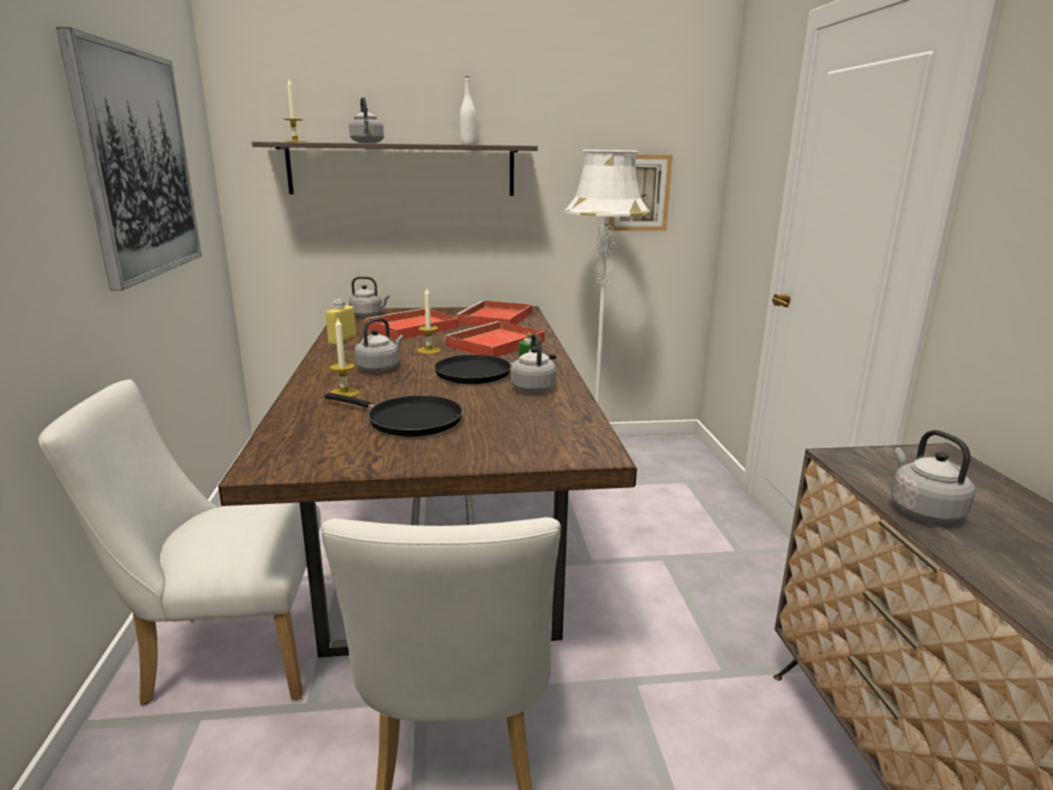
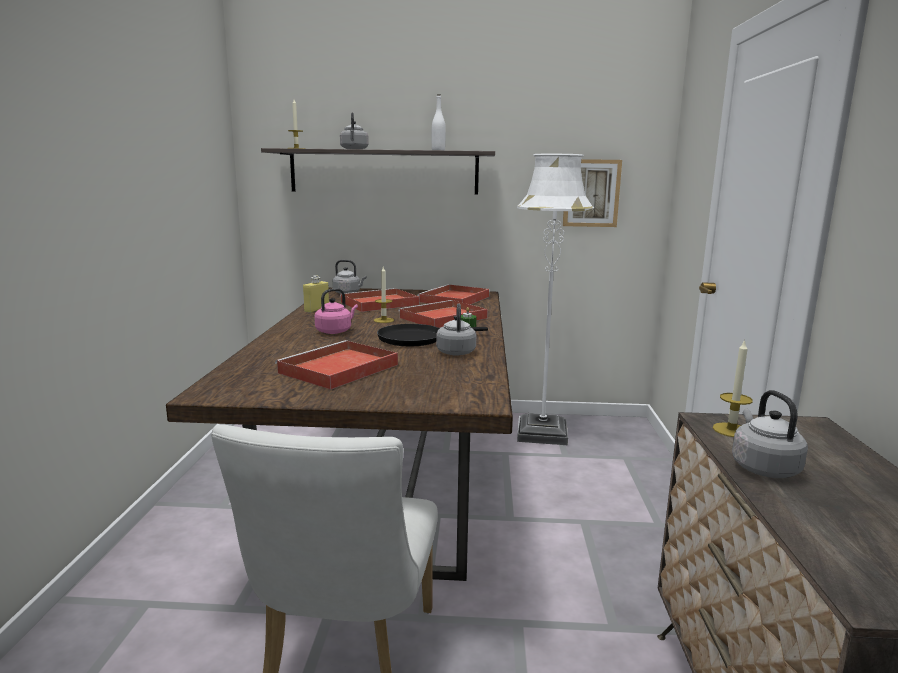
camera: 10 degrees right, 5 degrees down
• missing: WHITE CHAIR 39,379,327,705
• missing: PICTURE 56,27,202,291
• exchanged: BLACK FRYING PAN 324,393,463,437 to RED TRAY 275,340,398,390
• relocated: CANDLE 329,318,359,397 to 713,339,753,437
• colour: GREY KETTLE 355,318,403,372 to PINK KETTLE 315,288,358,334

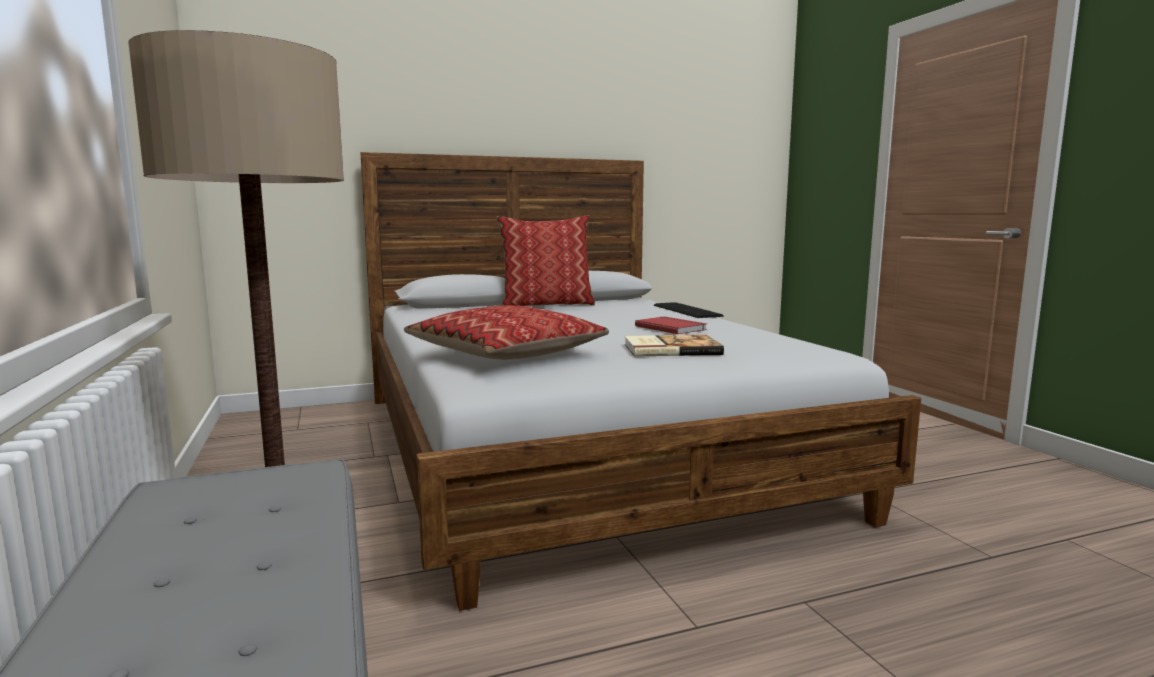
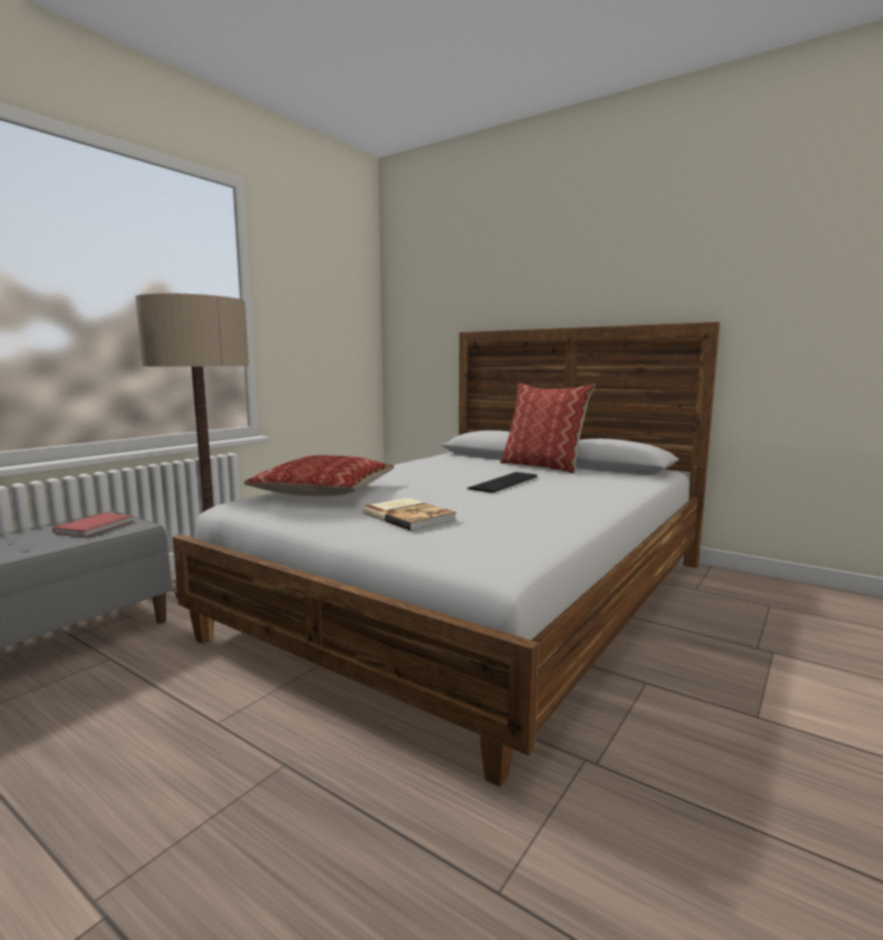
camera: 55 degrees right, 0 degrees up
• relocated: RED BOOK 635,316,707,334 to 53,513,133,537
• relocated: KEYBOARD 654,302,724,318 to 467,472,537,493

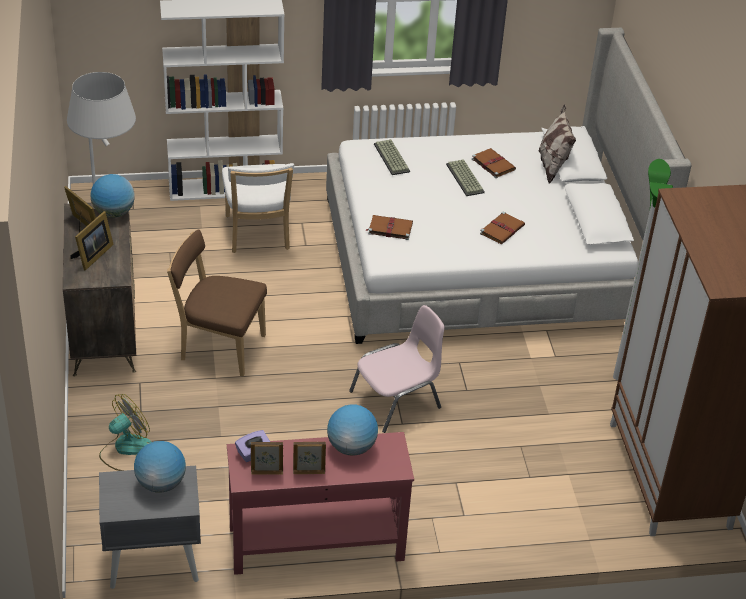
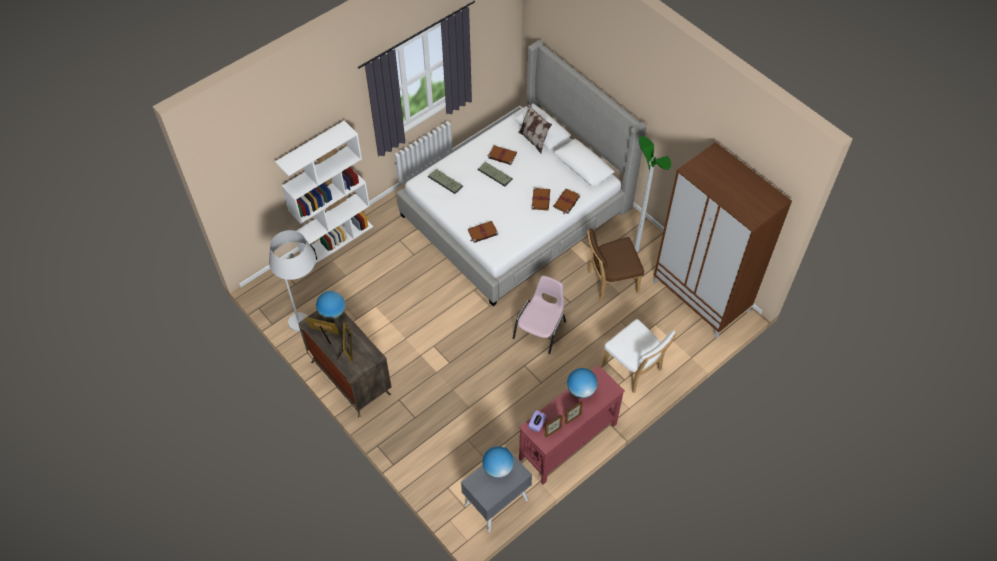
camera: 30 degrees left, 15 degrees up
• missing: FAN 99,394,151,471
• relocated: BROWN CHAIR 167,229,267,376 to 587,228,644,302
• relocated: WHITE CHAIR 222,163,294,253 to 602,319,677,393
• appeared: BROWN BOOK 553,189,580,214

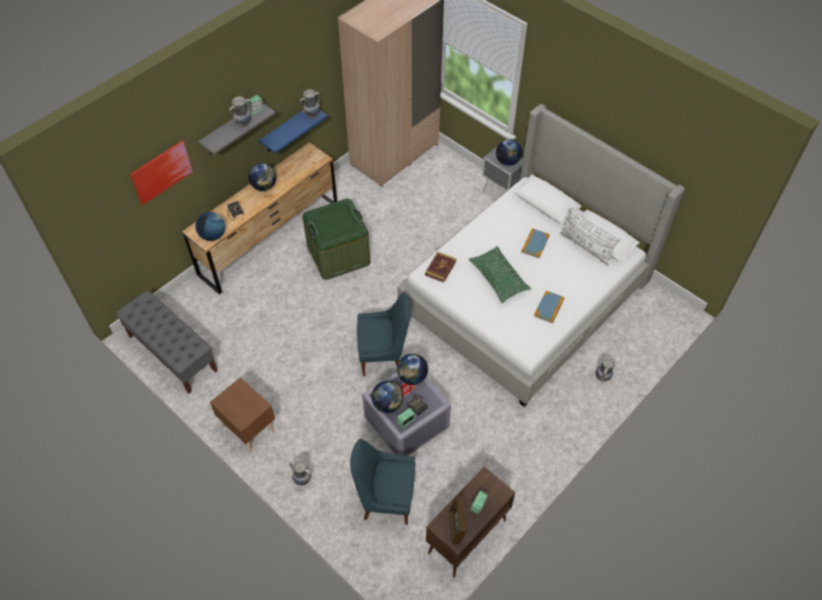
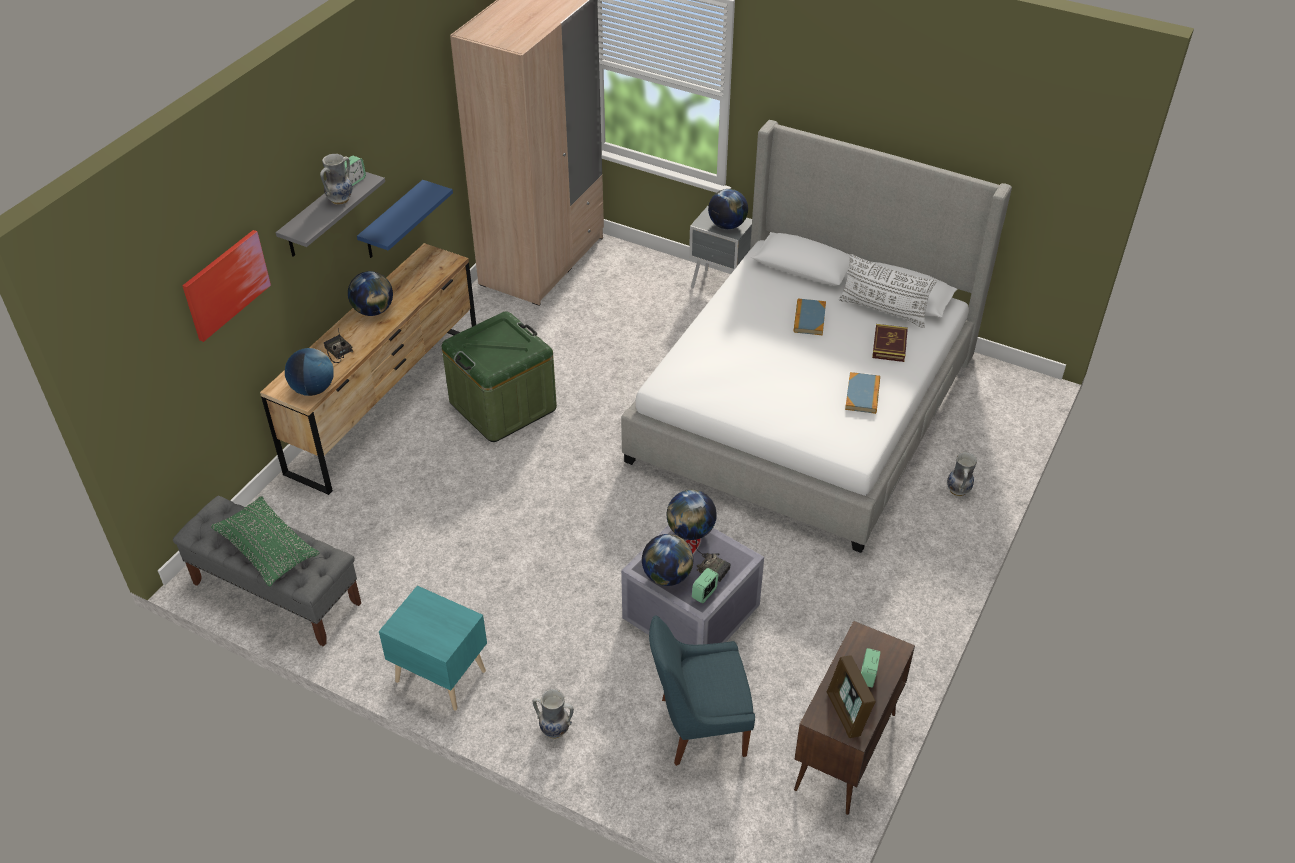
camera: 15 degrees left, 10 degrees down
• colour: BROWN NIGHTSTAND 210,377,275,453 to TURQUOISE NIGHTSTAND 379,586,487,711
• missing: VASE 300,90,320,119
• missing: BLUE CHAIR 357,293,411,376
• relocated: BOOK 425,252,456,283 to 872,324,908,362
• relocated: GREEN PILLOW 469,246,531,303 to 211,496,320,586

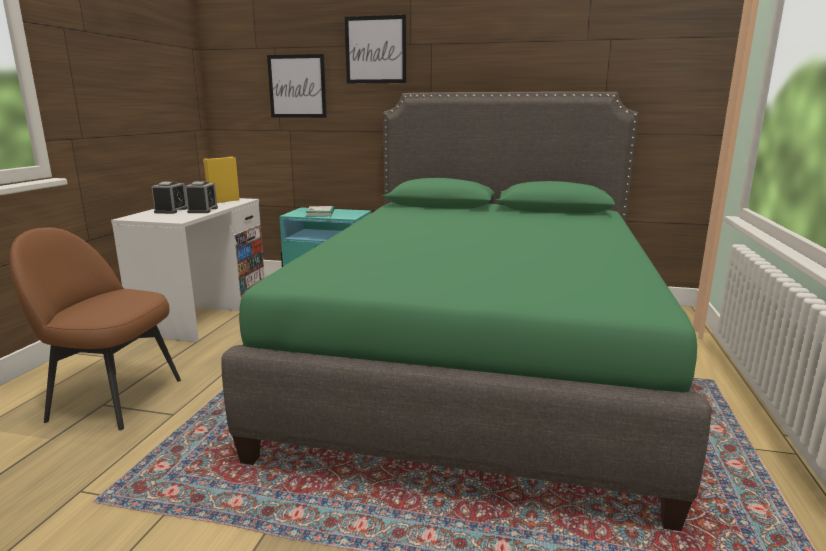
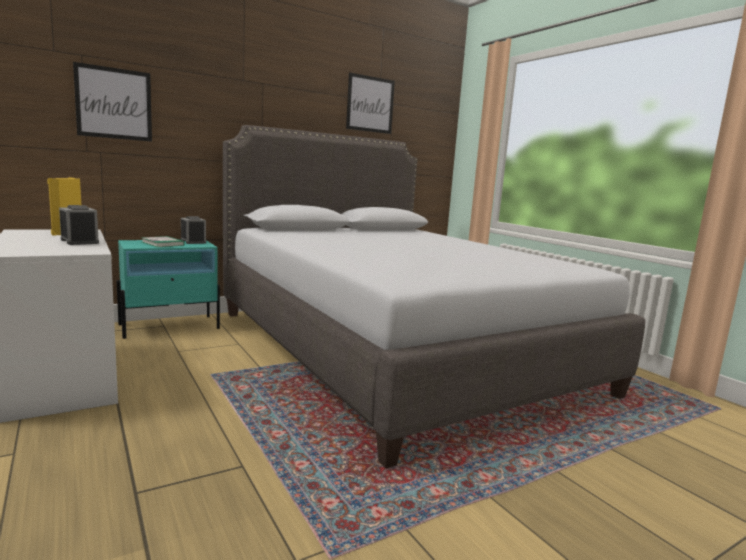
camera: 45 degrees left, 5 degrees down
• missing: BROWN CHAIR 10,227,181,430
• relocated: ALARM CLOCK 151,182,187,214 to 181,216,206,244
• colour: GREEN BED 221,91,712,531 to GREY BED 223,125,645,469
• relocated: PICTURE 345,15,406,84 to 346,73,395,134

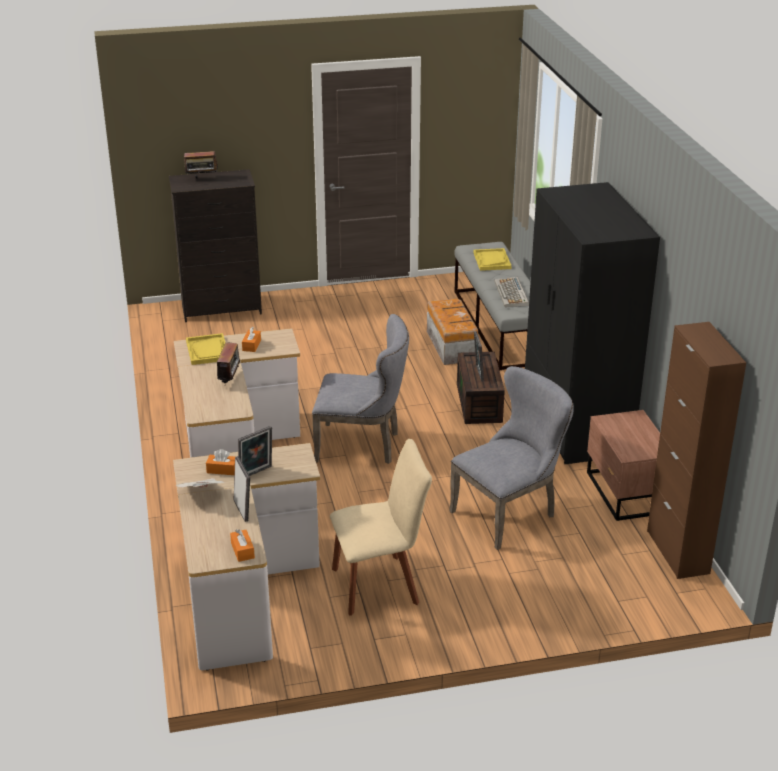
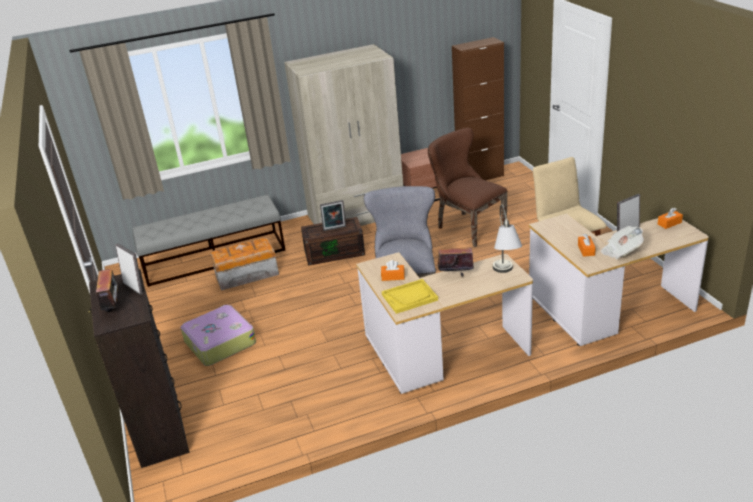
camera: 95 degrees left, 0 degrees up
• relocated: PICTURE FRAME 238,426,272,476 to 115,243,143,295
• colour: GREY CHAIR 449,366,574,550 to BROWN CHAIR 428,128,507,247
• missing: YELLOW TRAY 473,248,512,271
• missing: KEYBOARD 494,277,529,307
• colour: BLACK WARDROBE 525,182,660,464 to BEIGE WARDROBE 284,44,403,226
• appeared: SUITCASE 180,305,256,366
• appeared: GREY TABLE LAMP 493,204,522,273

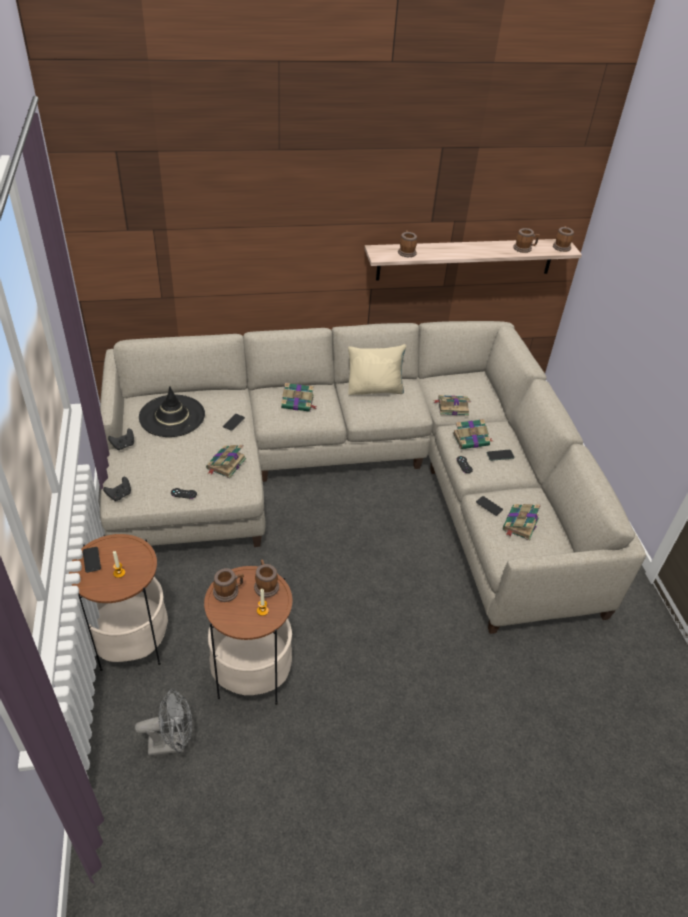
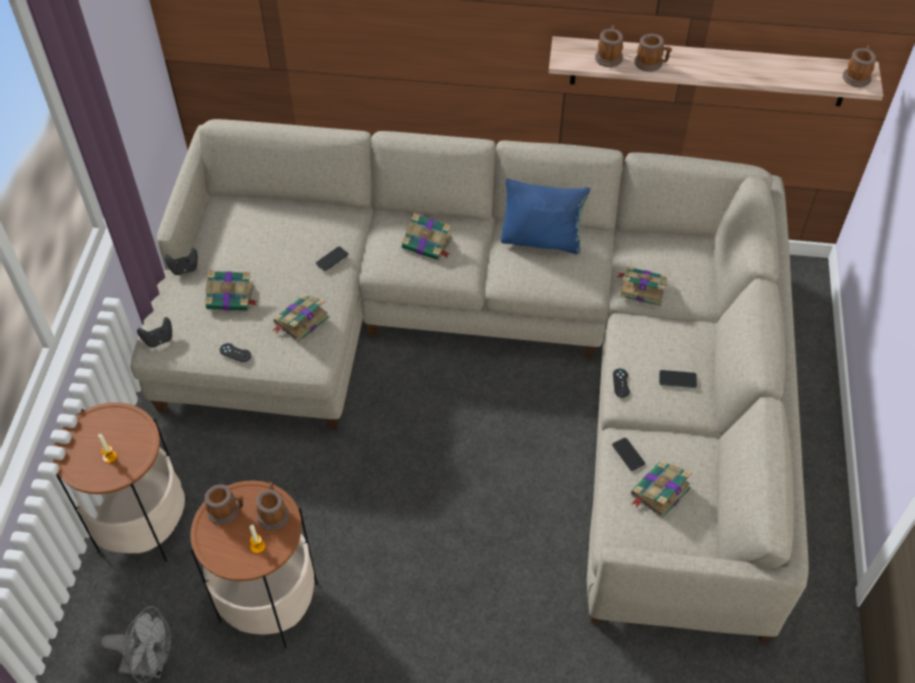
camera: 20 degrees right, 10 degrees up
• missing: PHONE 83,547,101,573
• missing: BLACK HAT 139,386,205,437
• colour: BEIGE PILLOW 348,344,406,395 to BLUE PILLOW 501,179,590,254
• relocated: BOOK 453,419,492,449 to 205,271,257,311
• relocated: MUG 513,228,540,253 to 635,34,672,72

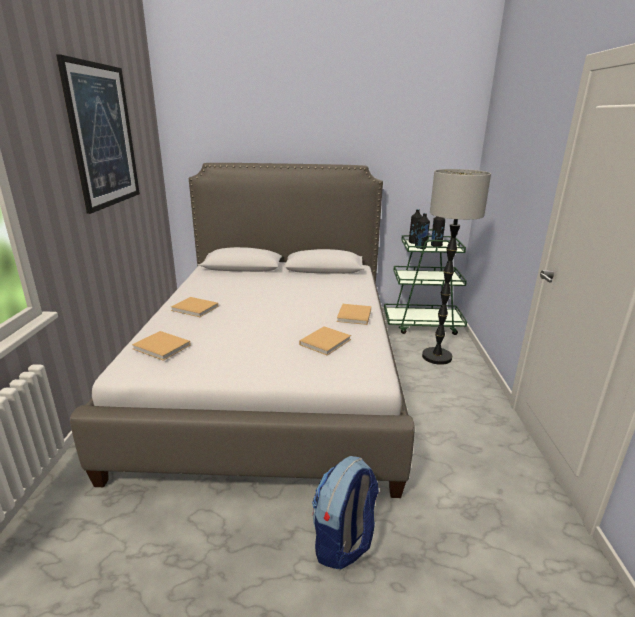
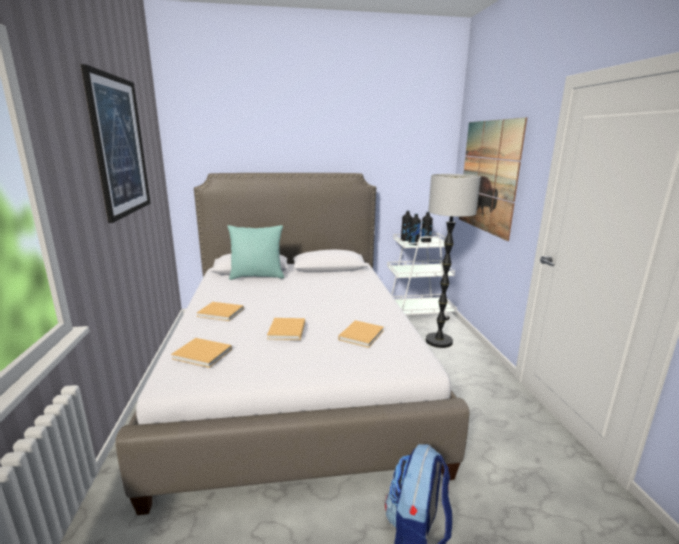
camera: 10 degrees left, 5 degrees down
• relocated: BEIGE BOOK 337,304,371,325 to 267,318,305,340
• colour: GREEN CART 384,229,467,335 to WHITE CART 387,228,457,320
• appeared: TURQUOISE PILLOW 227,225,284,280
• appeared: PICTURE 459,117,527,241

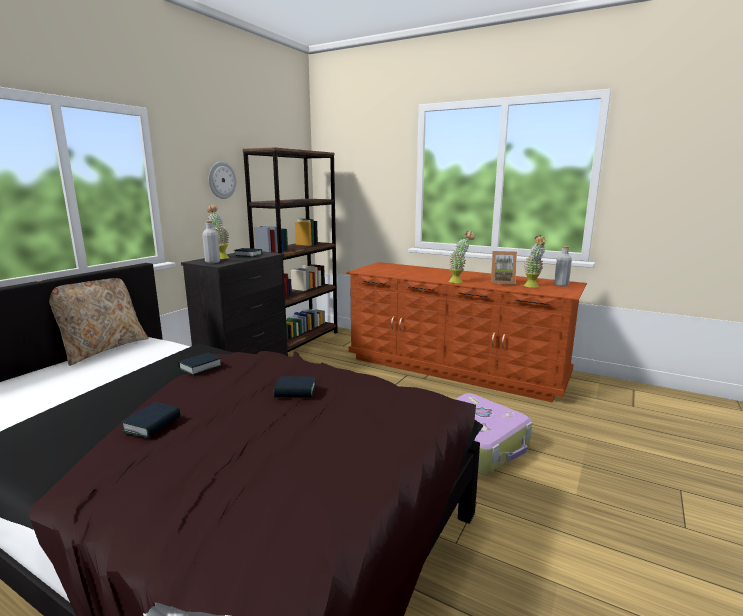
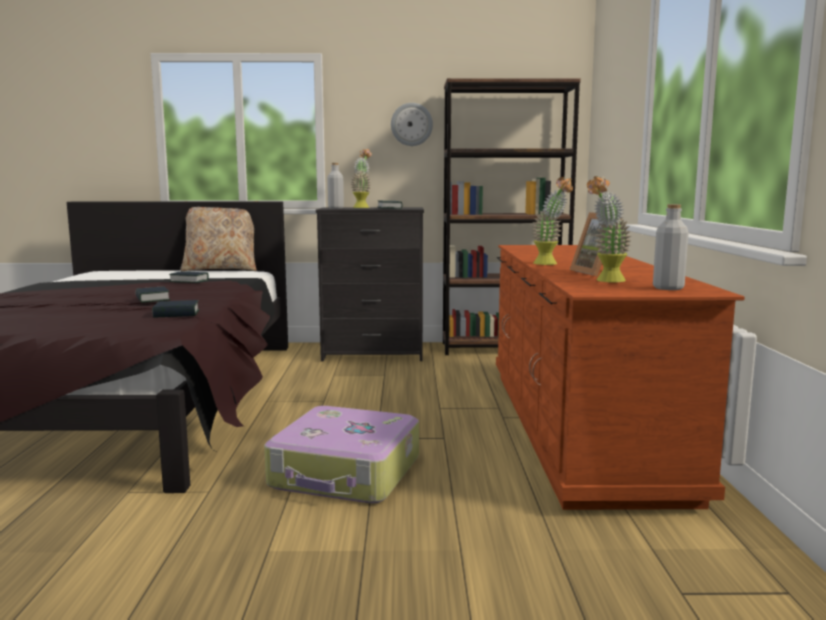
camera: 60 degrees right, 5 degrees down
• relocated: BOOK 121,402,180,438 to 152,300,199,318

